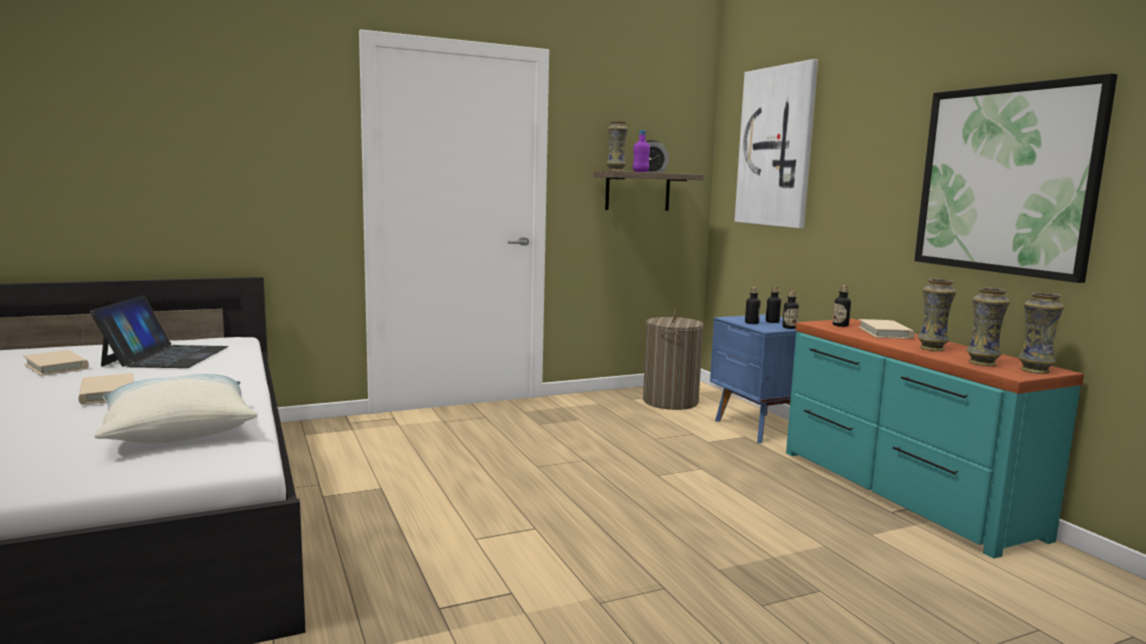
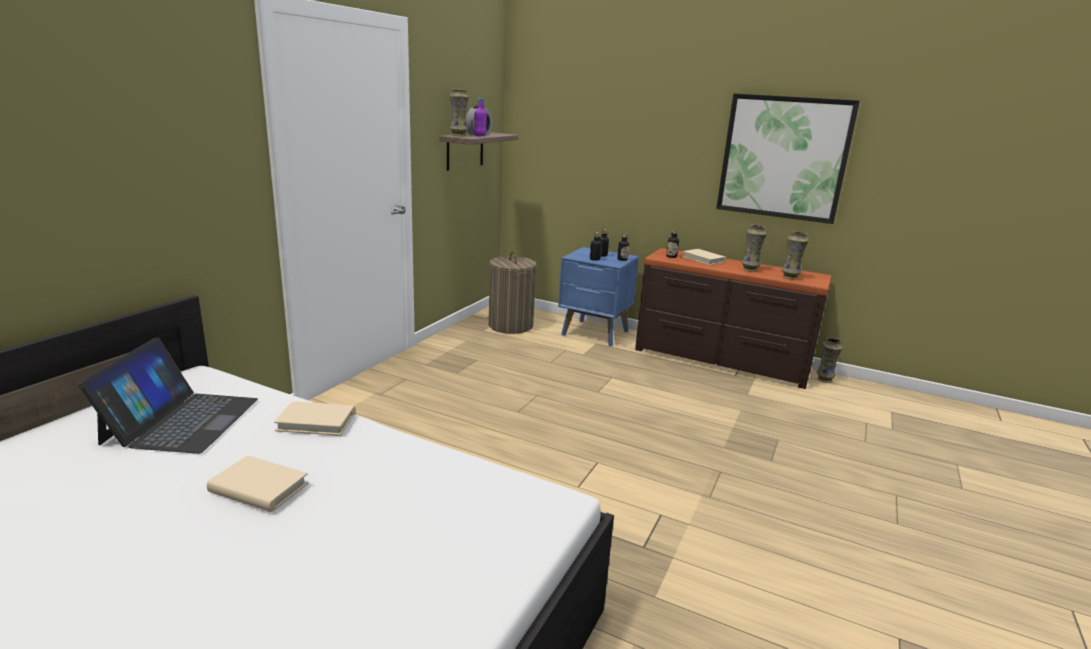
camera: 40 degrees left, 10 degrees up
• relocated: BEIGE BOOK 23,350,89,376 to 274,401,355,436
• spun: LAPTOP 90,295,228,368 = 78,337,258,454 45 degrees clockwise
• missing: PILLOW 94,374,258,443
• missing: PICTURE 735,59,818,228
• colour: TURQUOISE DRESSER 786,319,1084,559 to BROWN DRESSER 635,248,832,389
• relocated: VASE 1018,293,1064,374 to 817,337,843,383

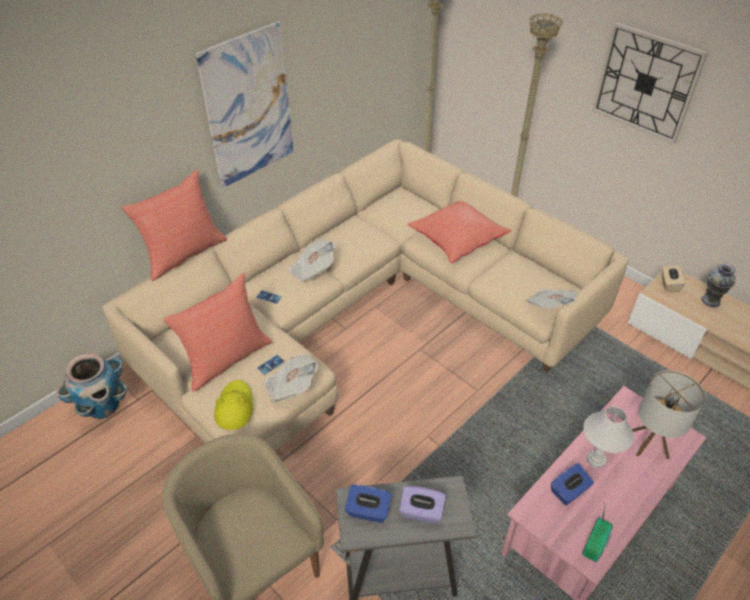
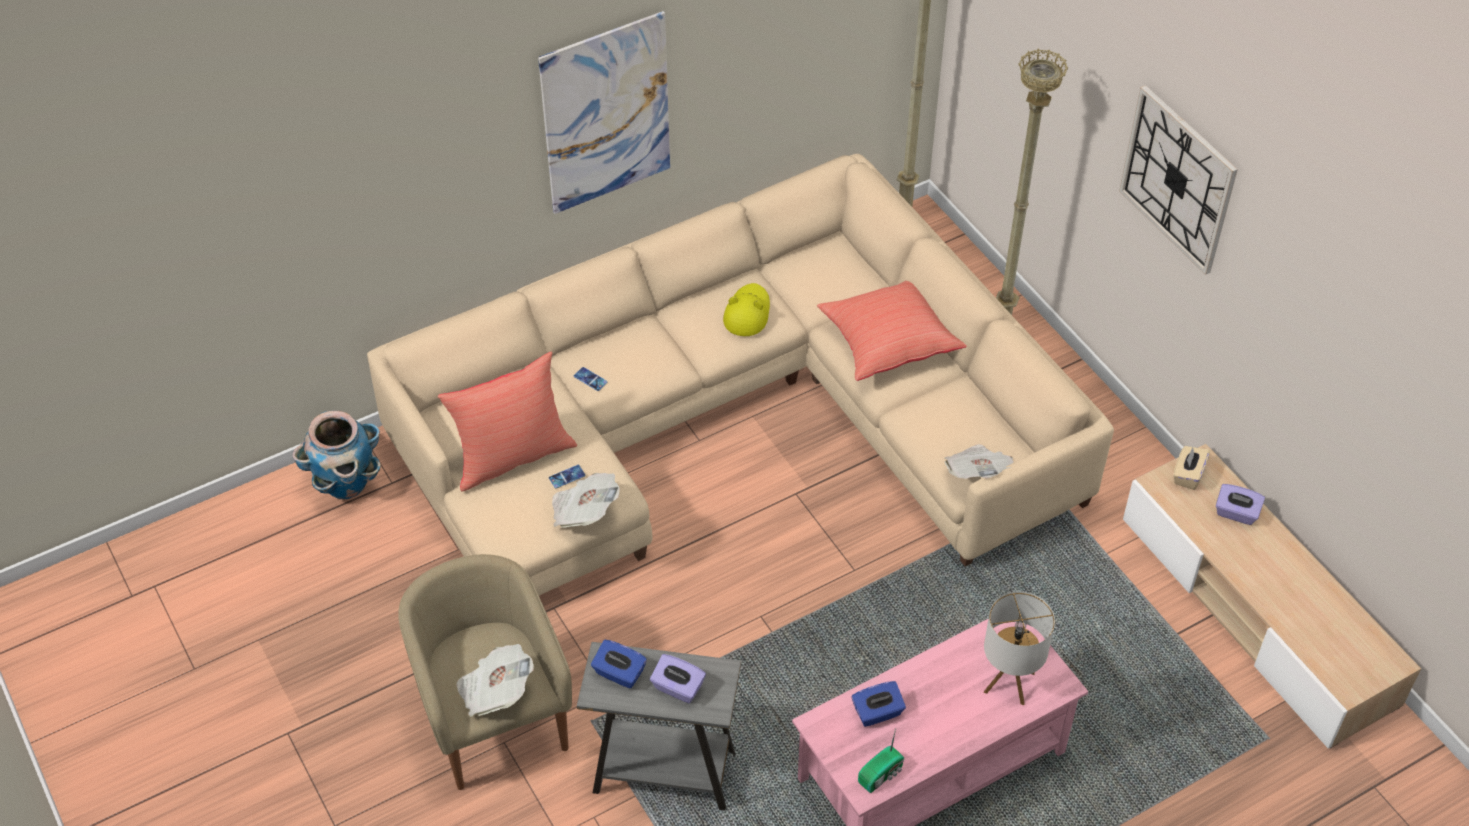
camera: 15 degrees right, 5 degrees up
• missing: RED PILLOW 121,170,227,281
• relocated: YELLOW HAT 214,380,253,430 to 723,283,770,336
• relocated: NEWSPAPER 288,238,336,283 to 456,644,534,717
• missing: WHITE TABLE LAMP 583,406,634,468
• exchanged: VASE 701,263,735,307 to PURPLE TISSUE BOX 1216,484,1265,525

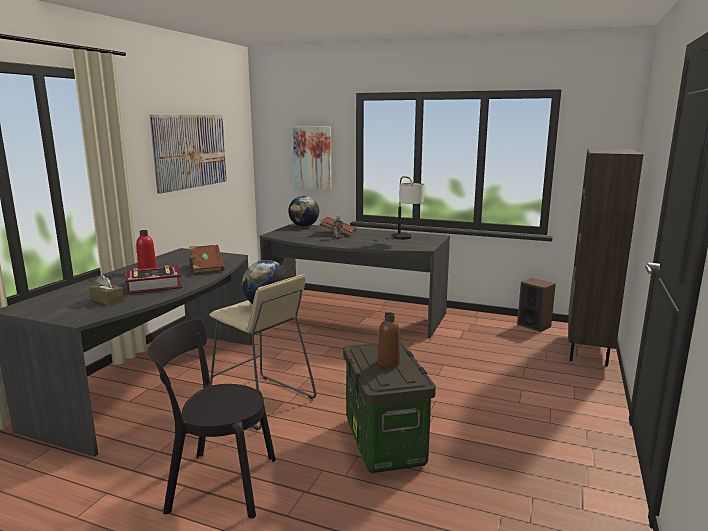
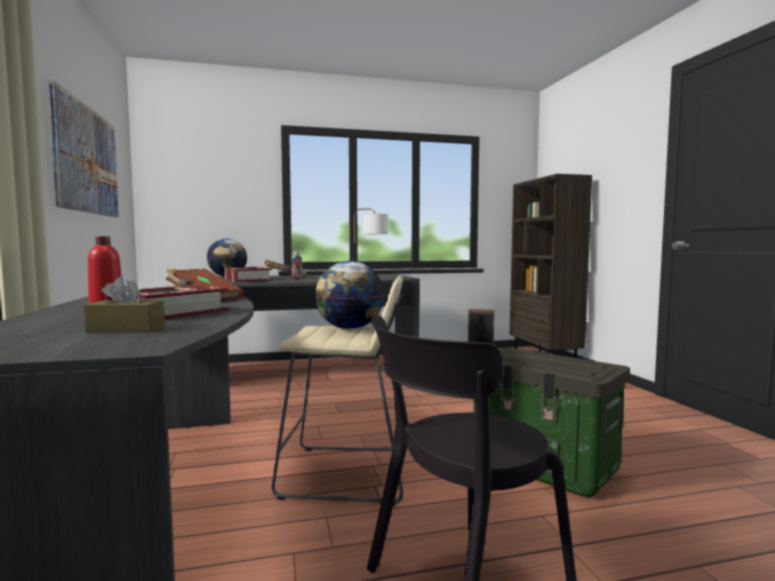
camera: 35 degrees left, 10 degrees down
• missing: PICTURE 292,126,332,190
• missing: BROWN BOTTLE 378,312,400,368
• appeared: BOOK 224,266,273,282

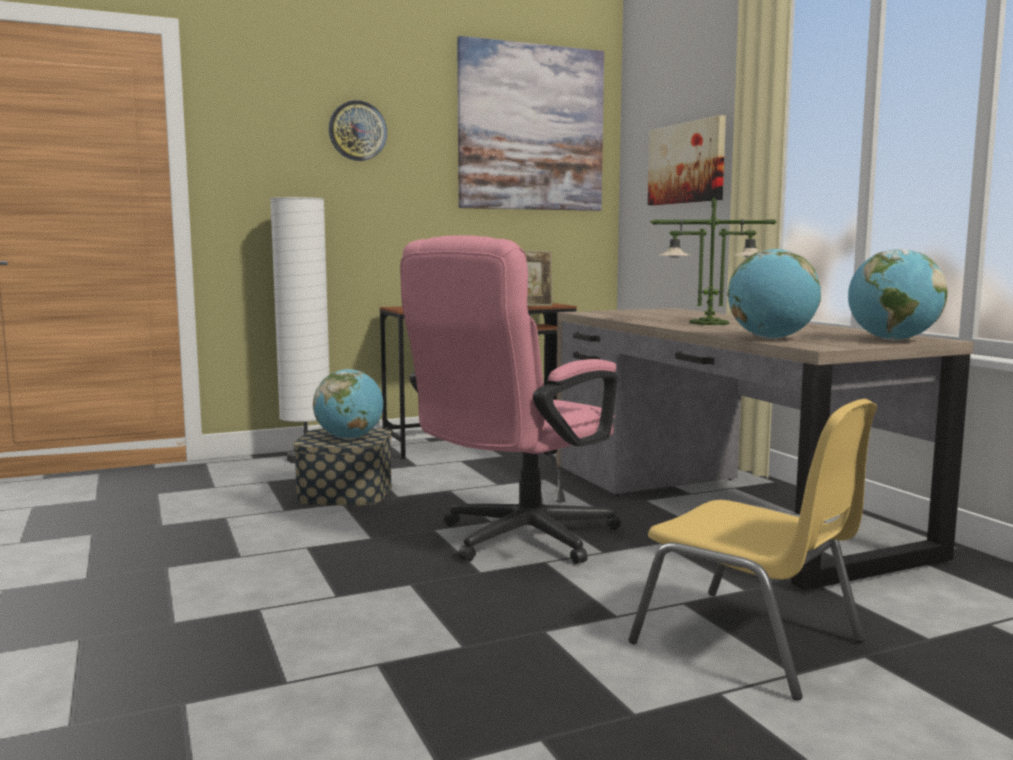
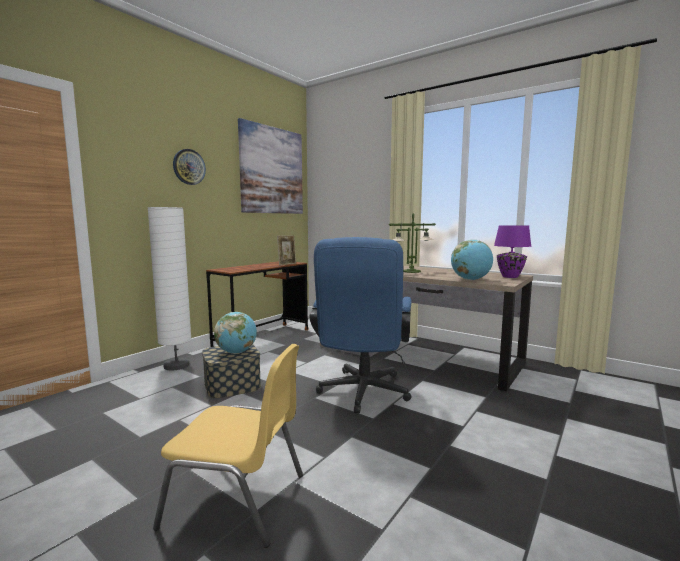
camera: 30 degrees left, 0 degrees up
• colour: PINK OFFICE CHAIR 400,235,621,564 to BLUE OFFICE CHAIR 309,237,412,414
• relocated: YELLOW CHAIR 628,399,877,700 to 153,344,303,548
• missing: PICTURE 648,115,726,205
• exchanged: GLOBE 848,249,947,341 to PURPLE TABLE LAMP 494,225,532,278

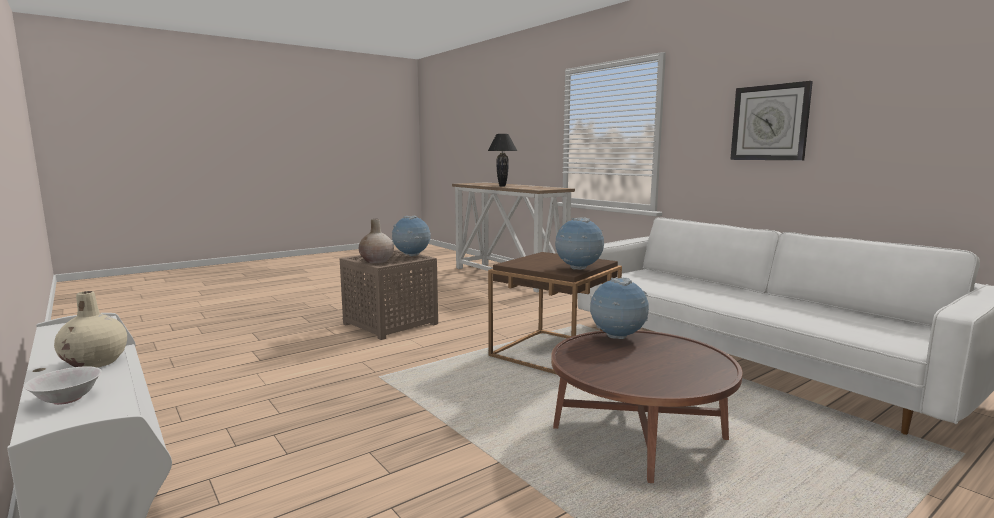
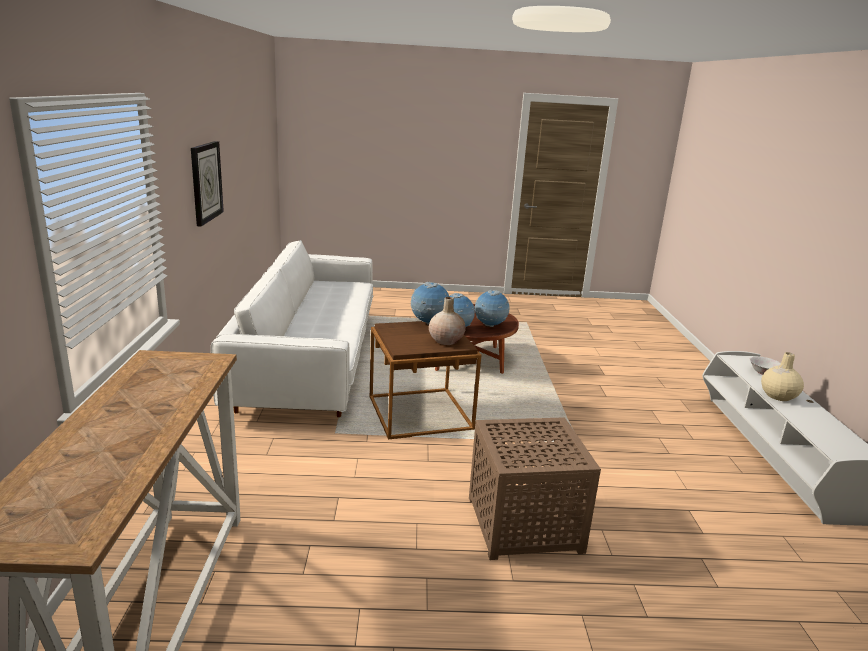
camera: 145 degrees left, 10 degrees up
• relocated: BEIGE VASE 359,219,394,263 to 429,297,466,345
• relocated: GLOBE 392,216,431,256 to 475,290,509,327
• missing: BLACK TABLE LAMP 488,134,517,187

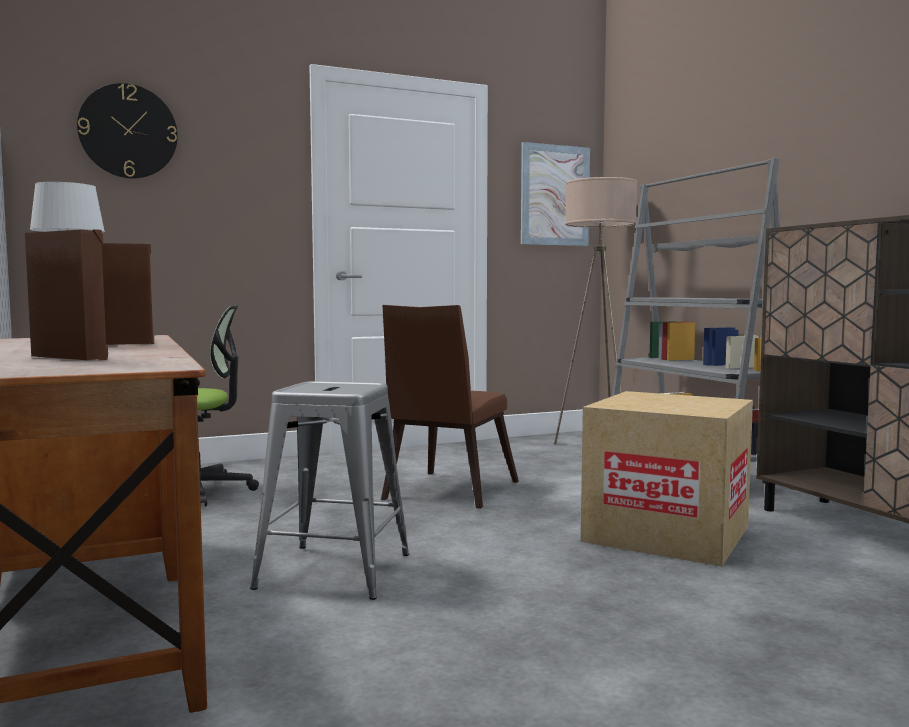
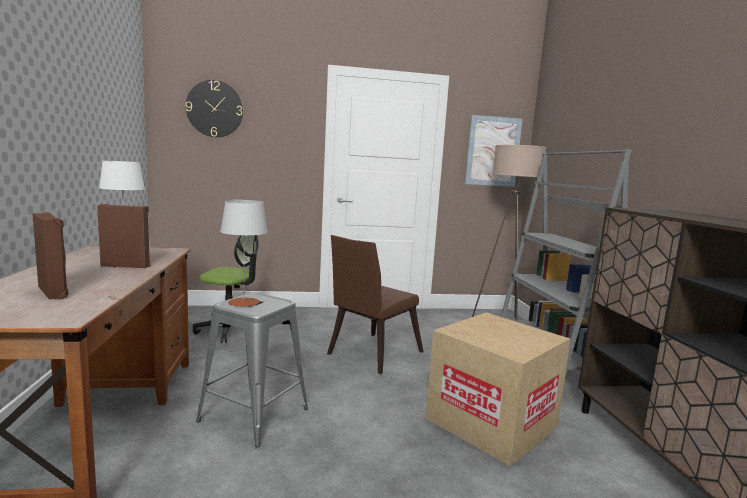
camera: 15 degrees right, 5 degrees up
• appeared: GREY TABLE LAMP 220,200,268,307

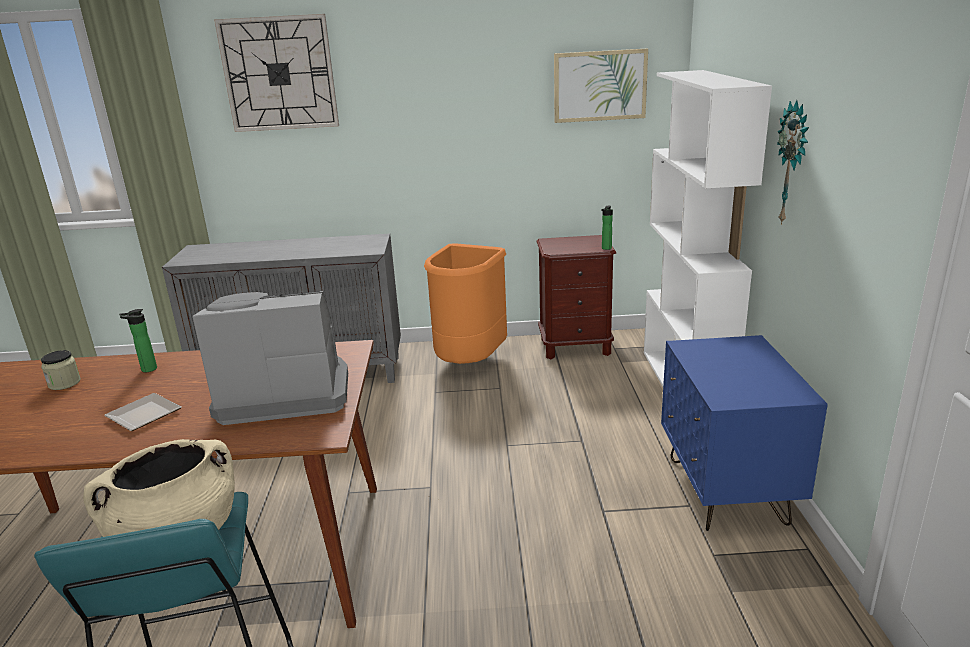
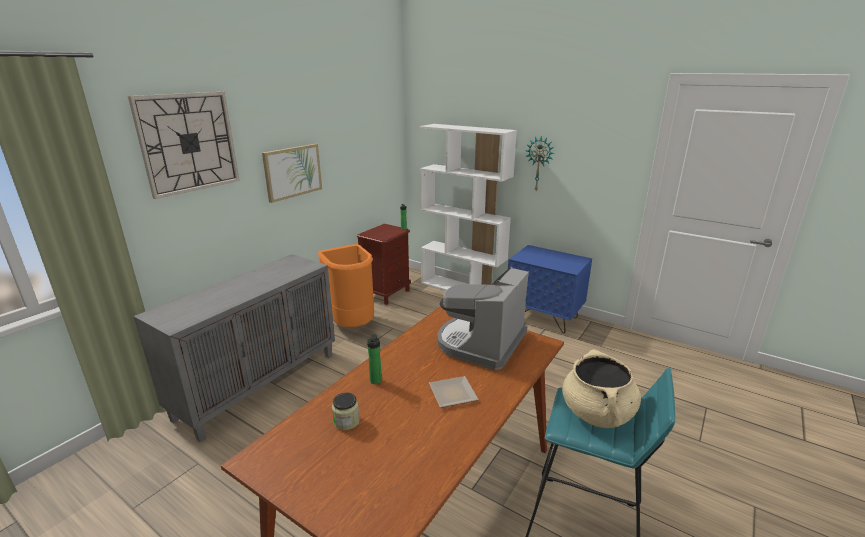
camera: 55 degrees left, 0 degrees up
• relocated: PICTURE 554,49,648,123 to 262,144,322,203

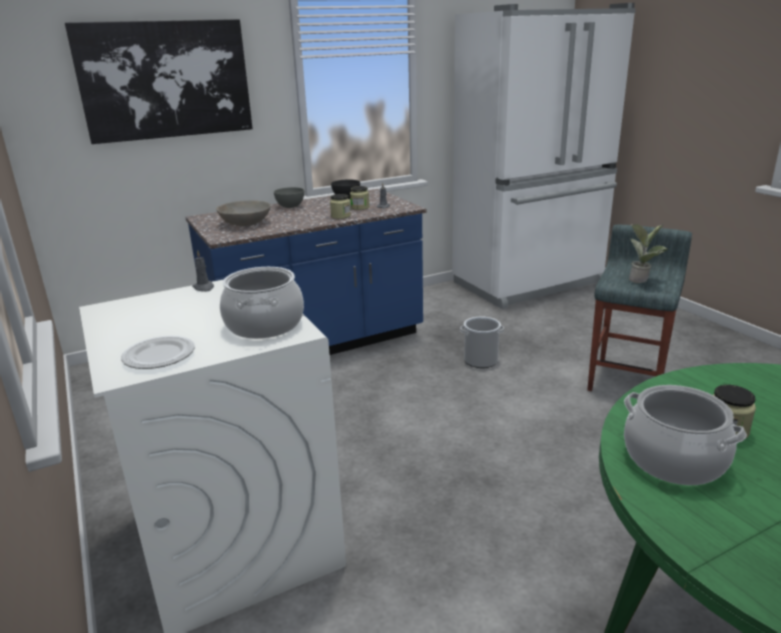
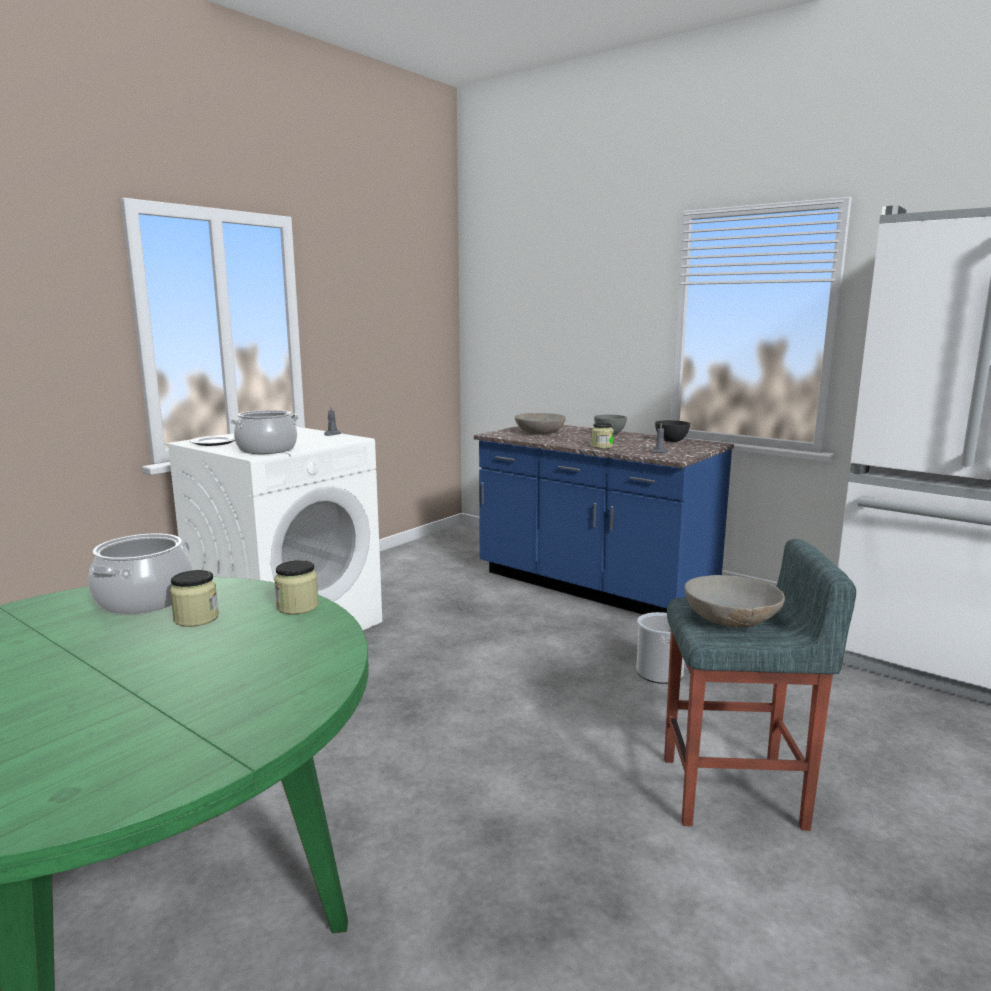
camera: 65 degrees right, 10 degrees down
• missing: PICTURE 65,19,253,144
• relocated: JAR 350,186,369,210 to 274,560,319,614
• exchanged: POTTED PLANT 629,224,668,283 to GREY BOWL 685,575,785,627

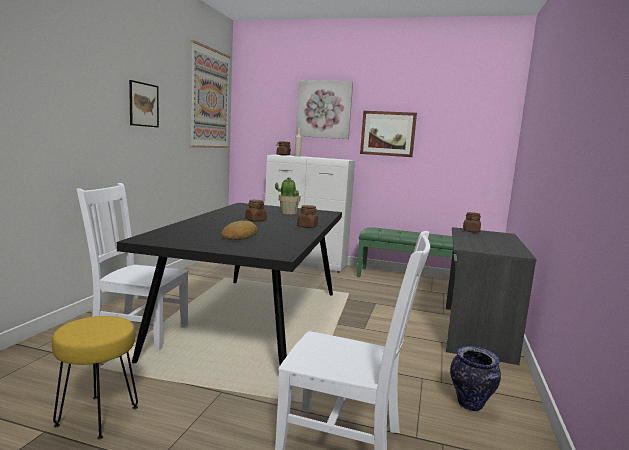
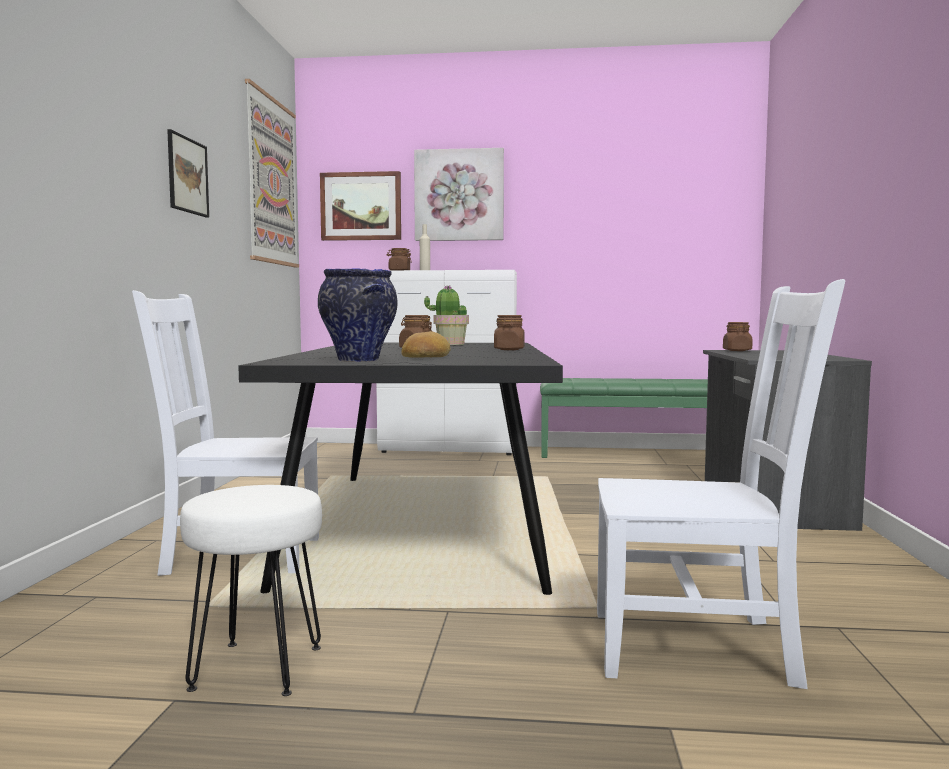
camera: 10 degrees left, 5 degrees down
• colour: YELLOW STOOL 52,316,138,439 to WHITE STOOL 180,485,322,696
• relocated: PICTURE 360,111,417,157 to 320,171,401,241
• relocated: VASE 450,346,501,411 to 318,268,397,362

